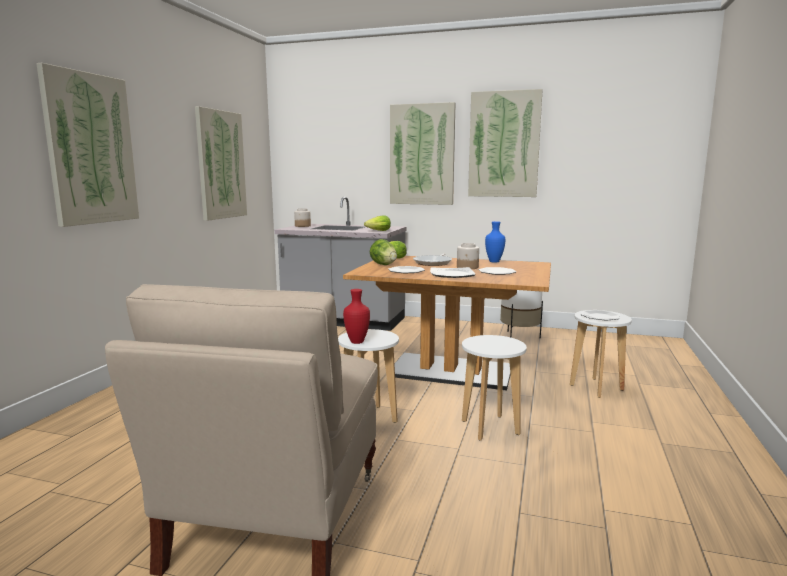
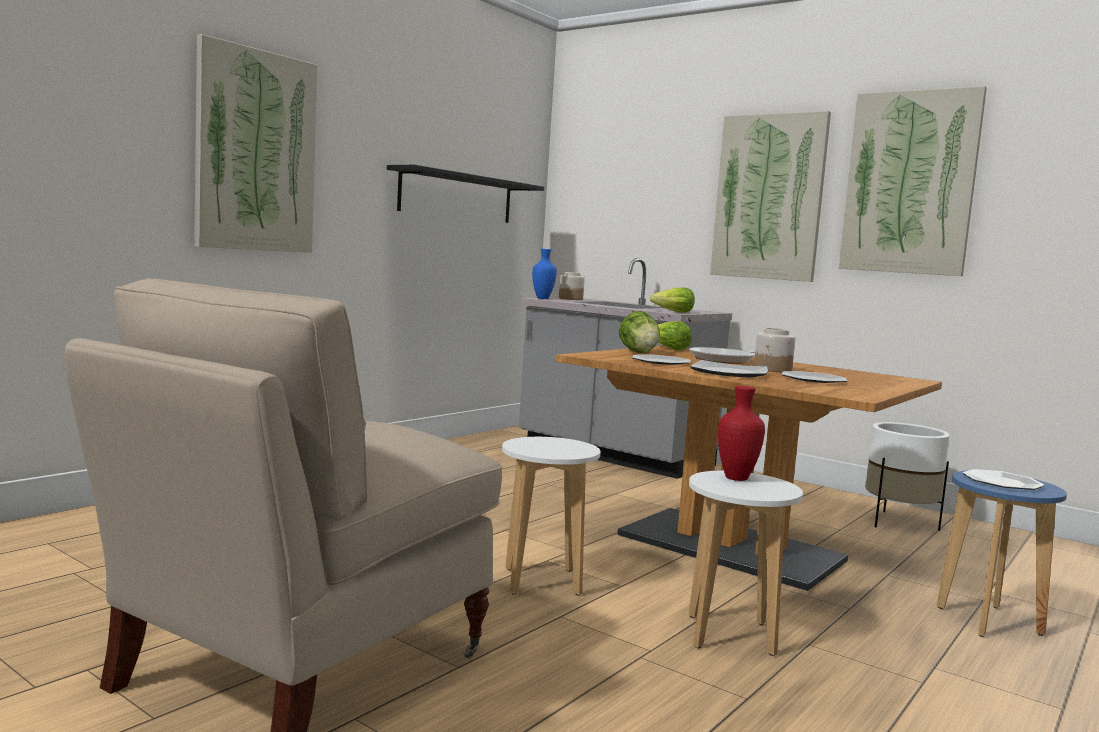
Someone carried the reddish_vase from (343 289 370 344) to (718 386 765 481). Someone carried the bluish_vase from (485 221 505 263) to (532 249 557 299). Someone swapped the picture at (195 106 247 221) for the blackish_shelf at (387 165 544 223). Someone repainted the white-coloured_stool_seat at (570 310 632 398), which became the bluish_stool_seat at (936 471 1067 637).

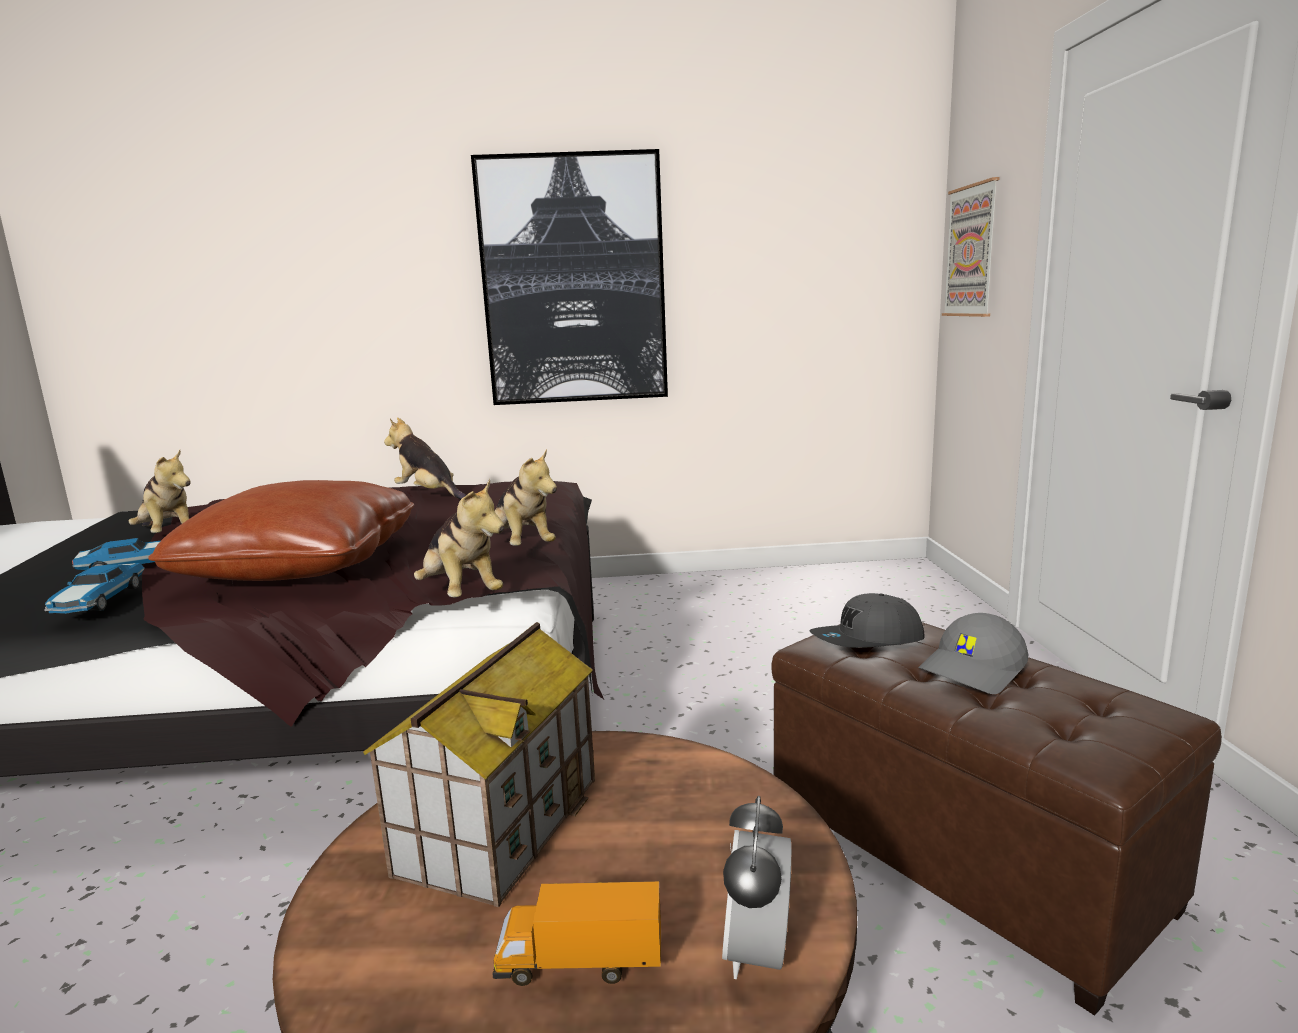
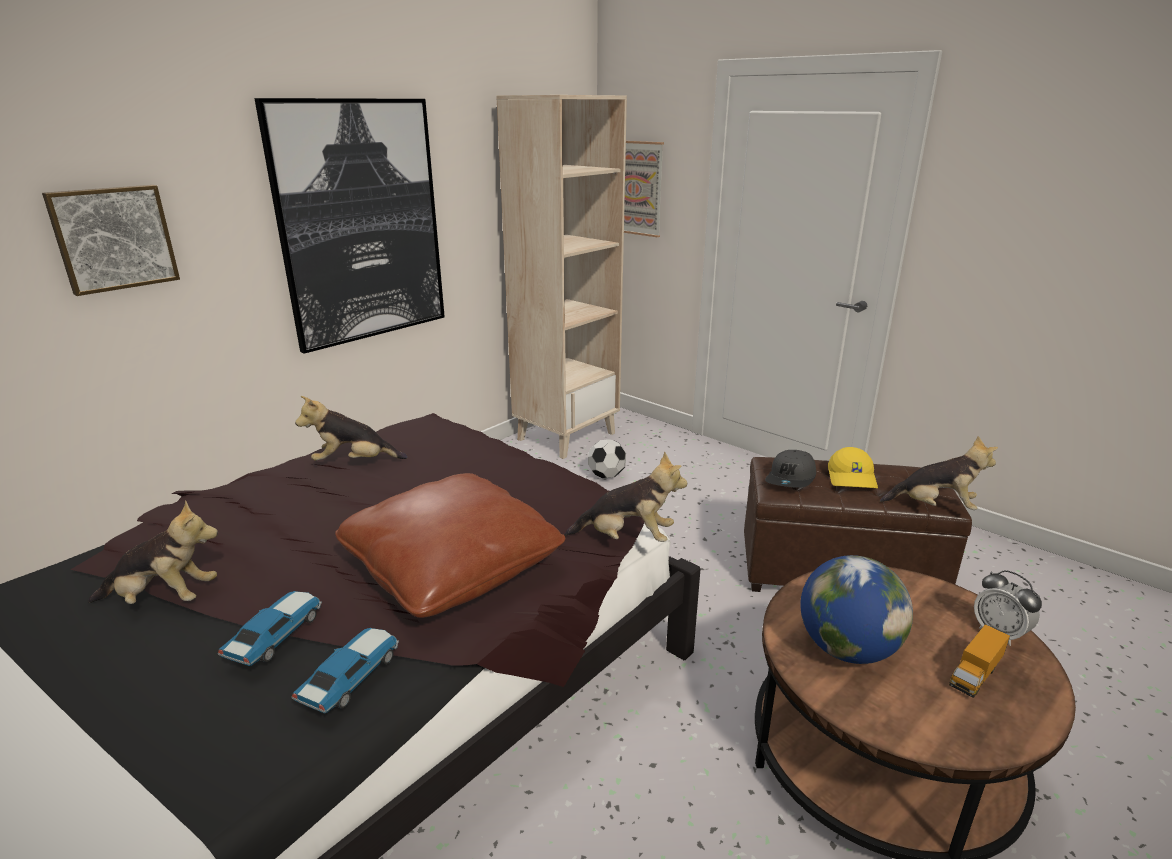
Someone put up the picture at (42 185 180 296). Someone put down the sand-coloured_bookcase at (496 95 627 459). Someone put down the ball_for_football at (588 439 626 478). Someone carried the plush_toy from (495 449 557 546) to (880 436 998 510). Someone swapped the miniature_house at (363 622 595 907) for the desk_globe at (800 555 913 664). Someone repainted the grey_cap at (918 613 1029 694), which became the yellowish_cap at (828 447 878 488). Someone rotated the miniature_car at (44 563 145 614) by 105 degrees counterclockwise.

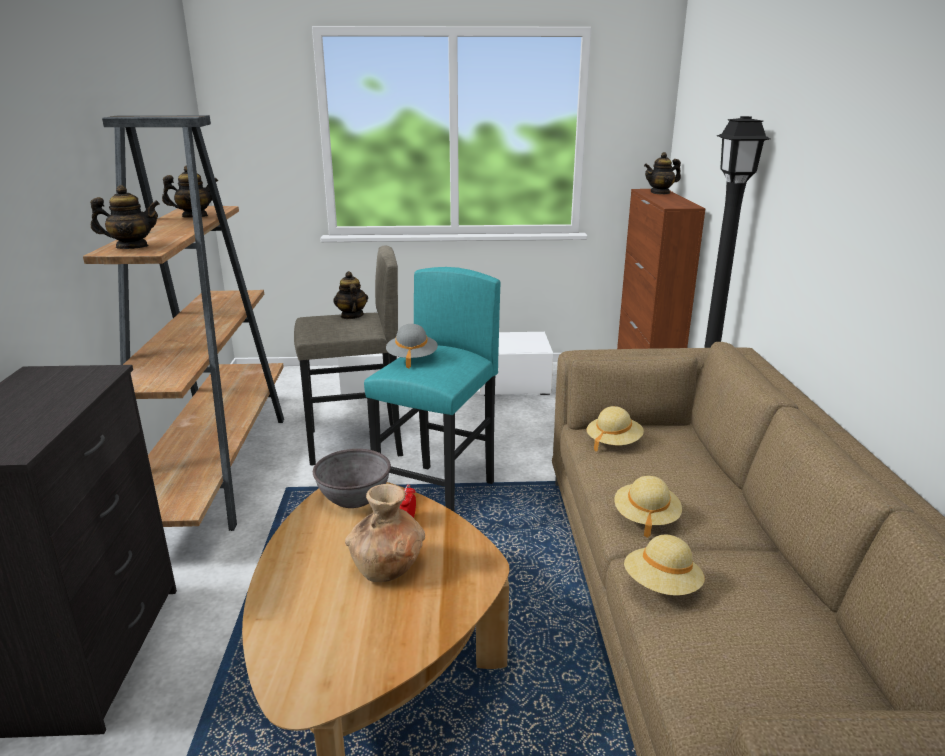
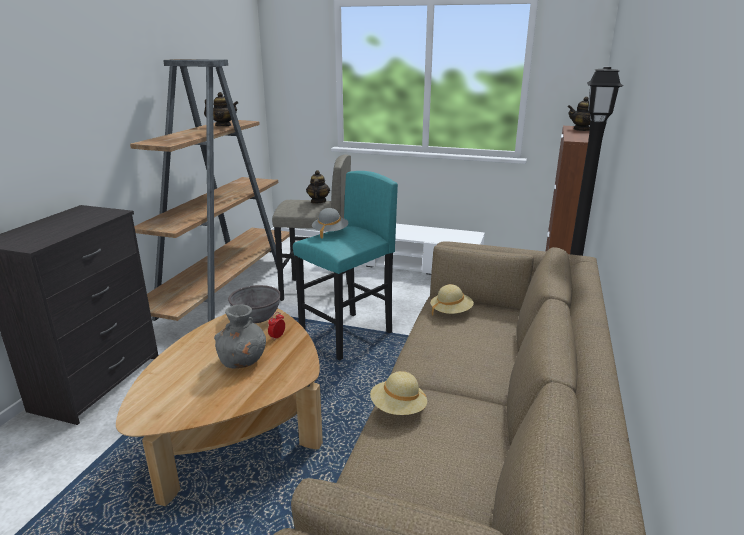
Someone took away the tea_pot at (90 185 160 249). Someone took away the sand-coloured_wearable_hat at (614 476 682 538). Someone repainted the brownish_vase at (345 484 425 582), which became the grey_vase at (214 305 266 369).

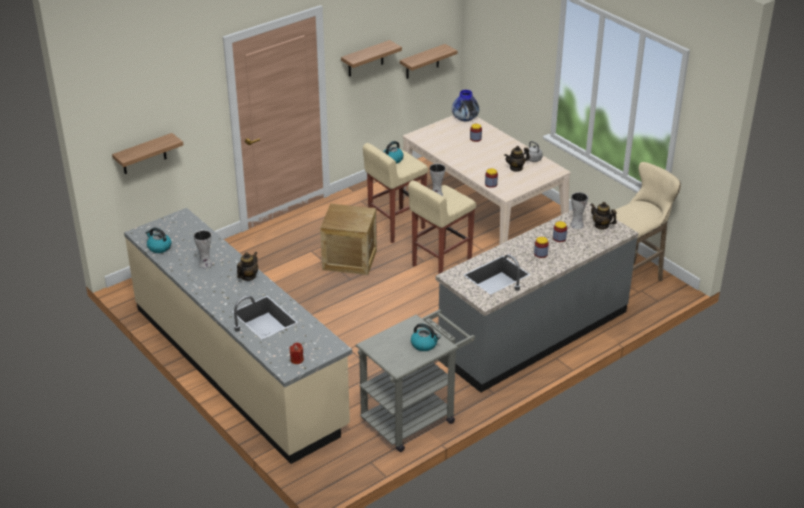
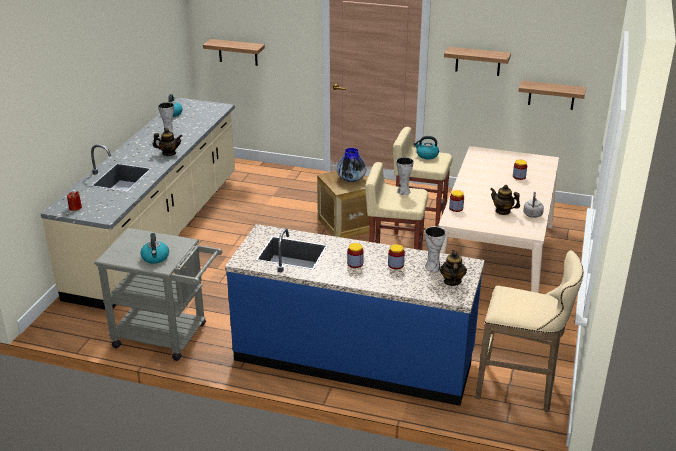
Someone carried the vase from (452 90 479 121) to (337 148 366 182). Someone repainted the grey_kitchen_base_unit at (436 202 639 393), which became the bluish_kitchen_base_unit at (225 224 485 406).

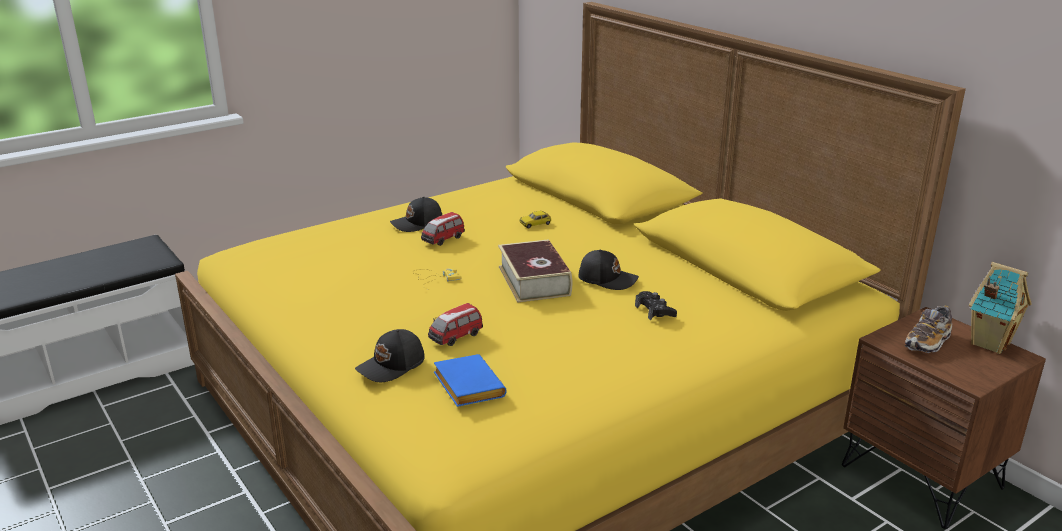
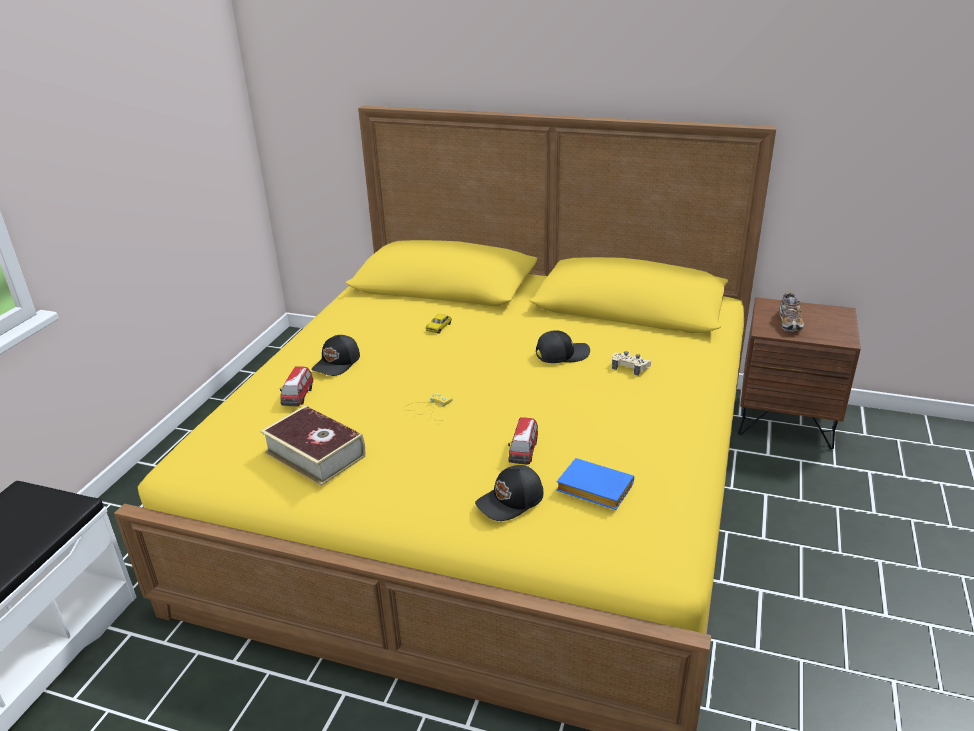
Someone took away the miniature_house at (969 262 1031 354). Someone carried the miniature_car from (421 212 465 246) to (280 366 313 406). Someone carried the book from (498 239 572 303) to (260 405 365 486). Someone repainted the blackish_gamepad at (635 291 677 320), which became the sand-coloured_gamepad at (612 351 651 375). Someone rotated the blackish_cap at (355 329 425 382) by 45 degrees clockwise.

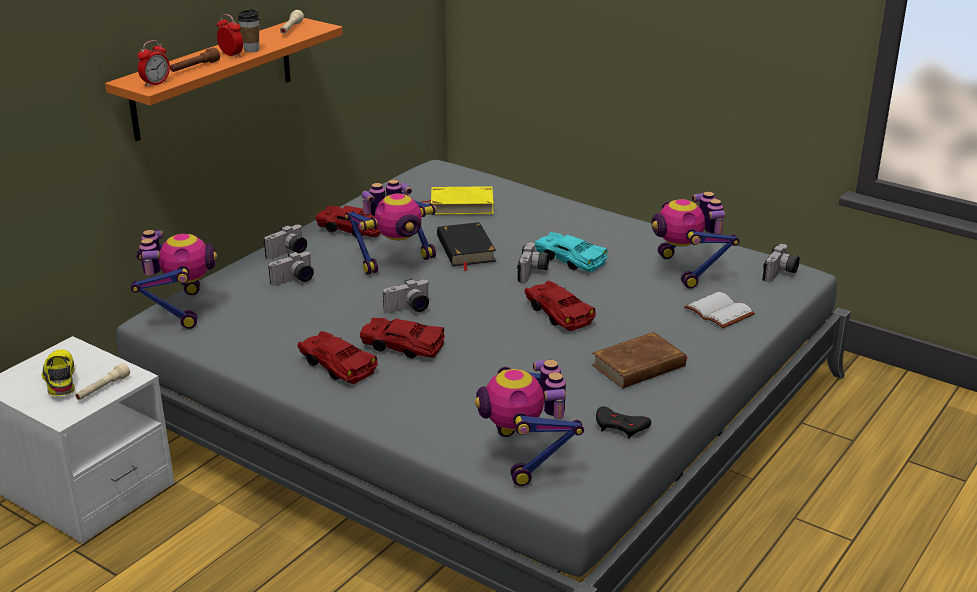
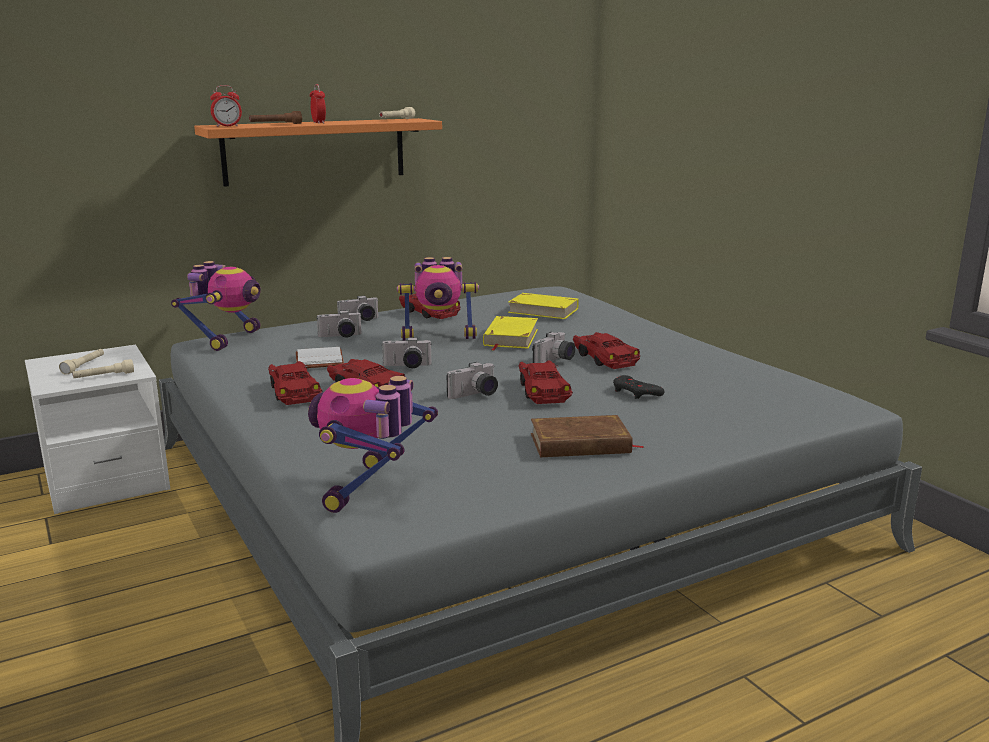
Someone took away the cup at (238 10 260 52). Someone took away the toy_robot at (652 192 740 289). Someone carried the blackish_gamepad from (596 406 651 438) to (613 375 664 399). Someone carried the white-coloured_book from (684 292 755 328) to (296 347 344 368). Someone carried the photo_camera from (762 244 800 282) to (446 362 498 399). Someone swapped the yellowish_low_shoe at (42 349 75 396) for the sand-coloured_hand_torch at (59 349 104 375). Someone repainted the blackish_book at (437 222 496 271), which became the yellowish_book at (483 316 538 351). Someone repainted the turquoise_miniature_car at (535 232 608 272), which became the reddish_miniature_car at (573 332 640 369).

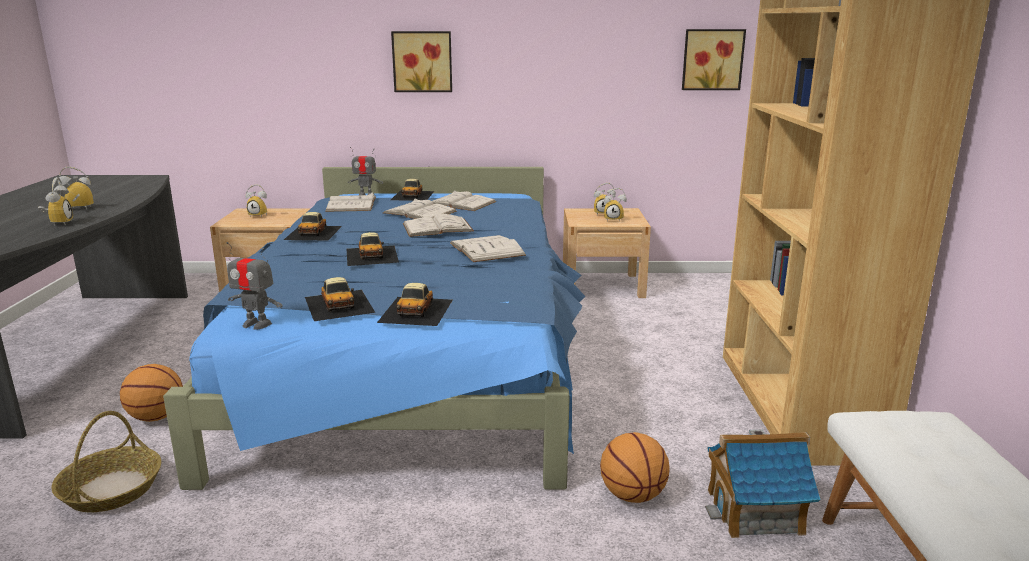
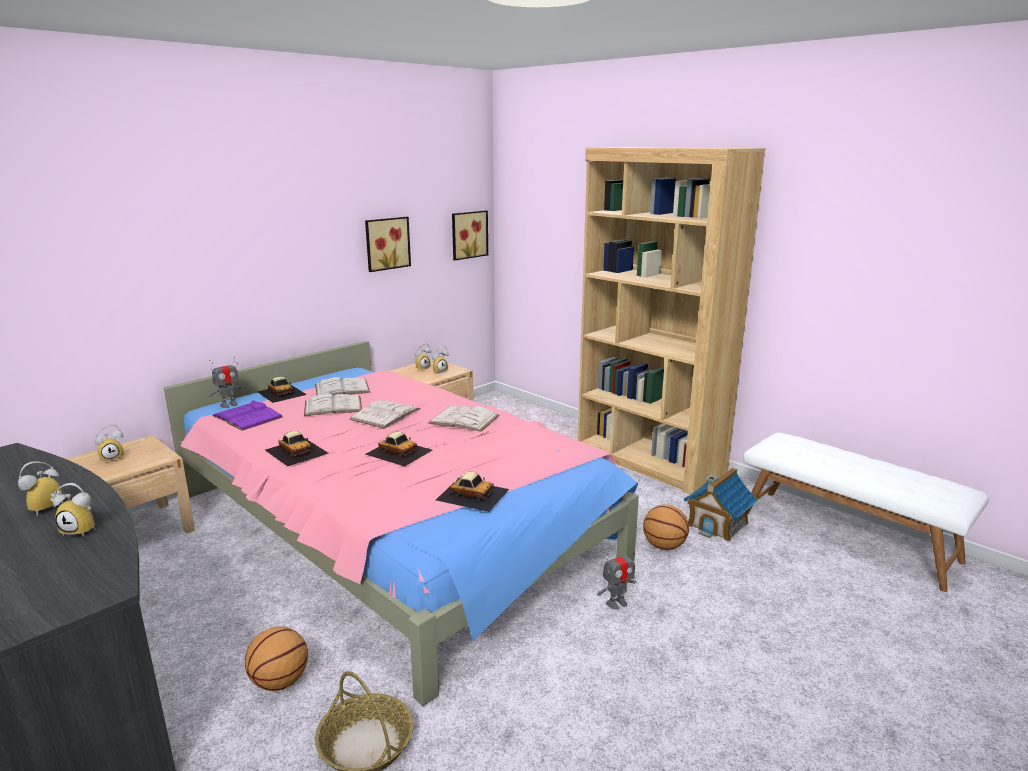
Someone took away the miniature_car at (377 283 453 326). Someone carried the toy_robot from (227 242 283 330) to (597 547 637 610). Someone carried the picture from (391 31 452 92) to (365 217 411 272). Someone repainted the bluish_bed at (163 167 585 490), which became the pinkish_bed at (164 341 639 706). Someone repainted the white-coloured_book at (325 193 376 212), which became the purplish_book at (212 400 283 431). Someone rotated the bedside_clock at (38 177 73 226) by 150 degrees clockwise.

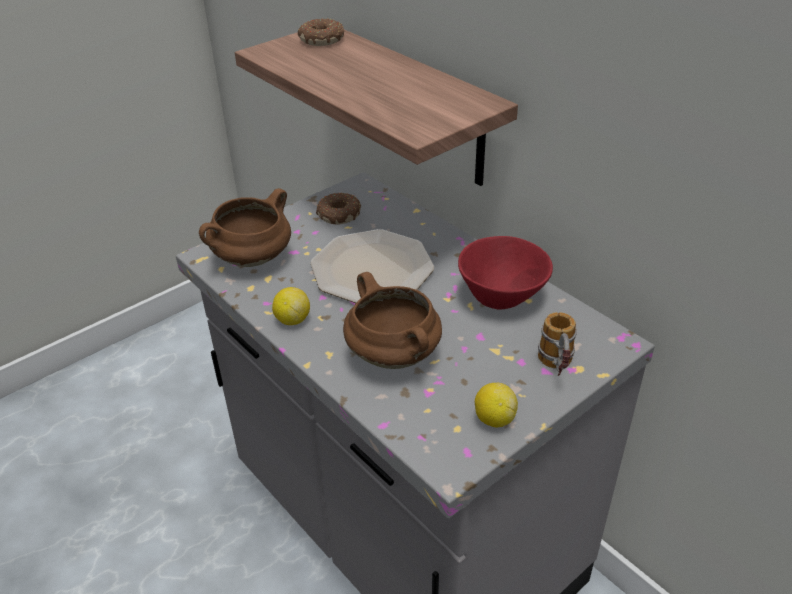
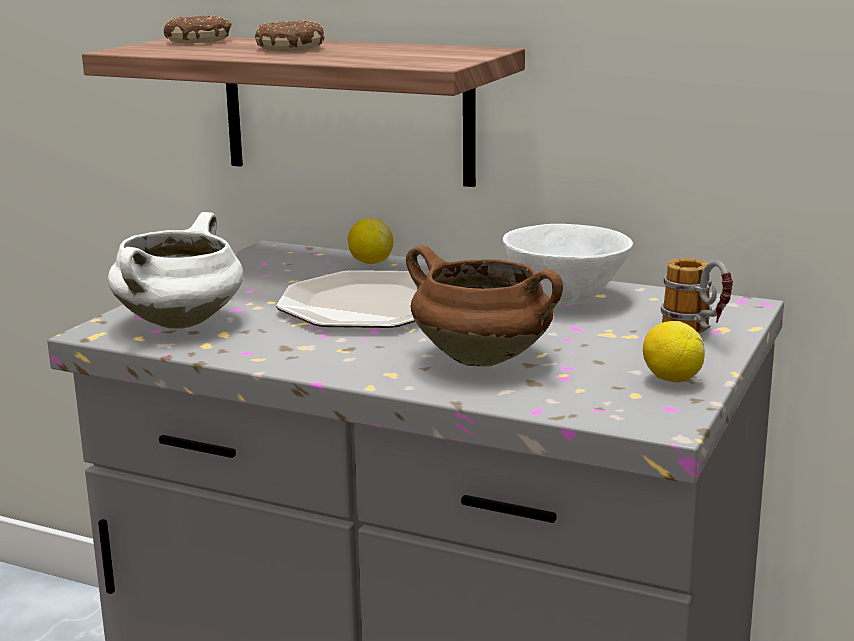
Someone carried the lemon from (272 287 310 325) to (348 218 393 264). Someone carried the donut from (316 192 361 224) to (255 20 324 51). Someone repainted the brownish_saucepot at (199 188 291 267), which became the white-coloured_saucepot at (108 212 244 329). Someone repainted the reddish_deep_dish at (458 236 553 310), which became the white-coloured_deep_dish at (503 224 633 305).

